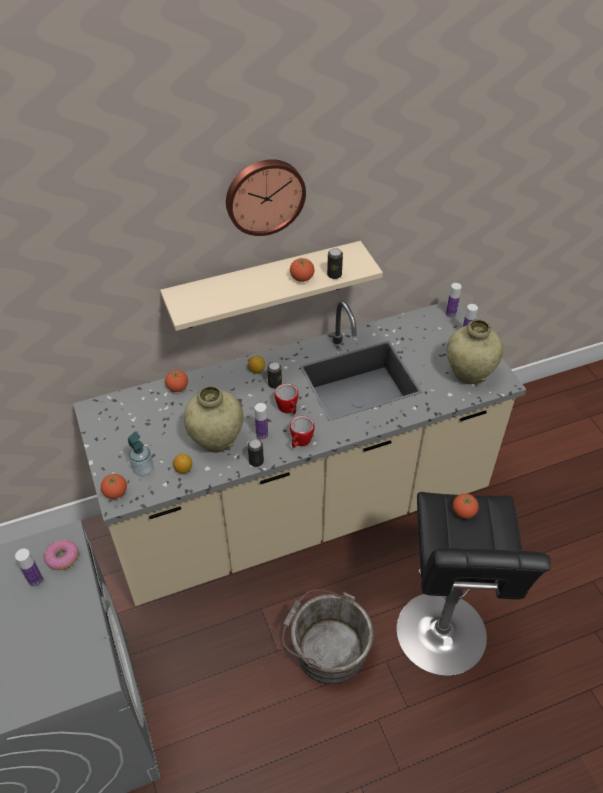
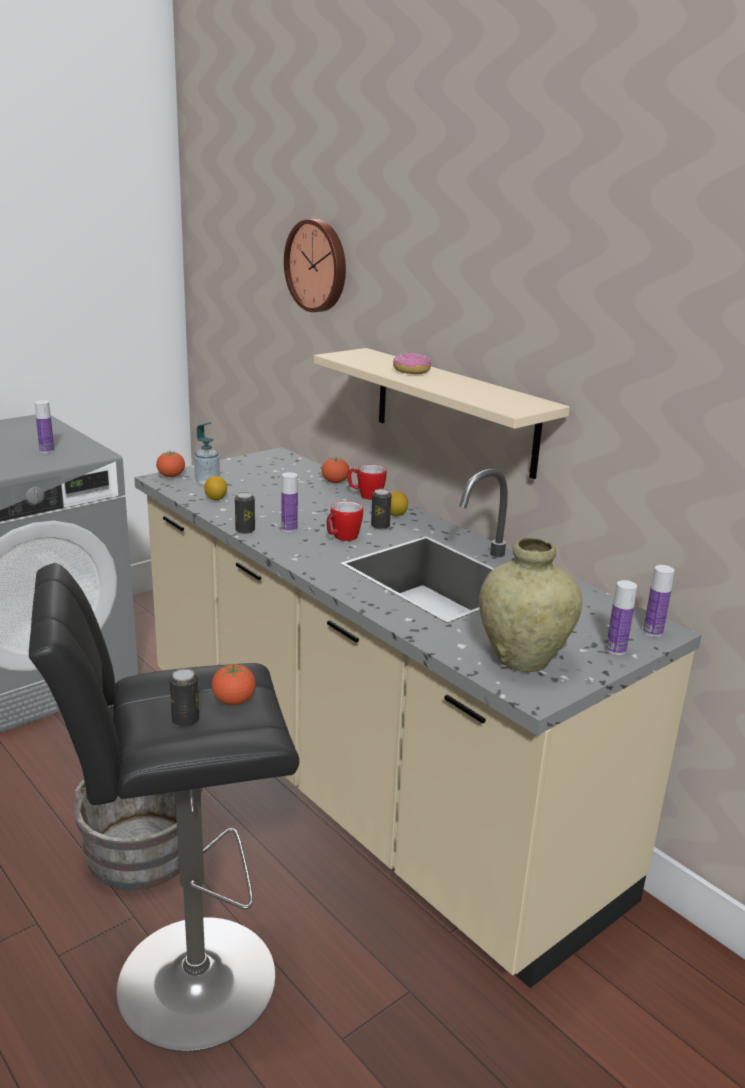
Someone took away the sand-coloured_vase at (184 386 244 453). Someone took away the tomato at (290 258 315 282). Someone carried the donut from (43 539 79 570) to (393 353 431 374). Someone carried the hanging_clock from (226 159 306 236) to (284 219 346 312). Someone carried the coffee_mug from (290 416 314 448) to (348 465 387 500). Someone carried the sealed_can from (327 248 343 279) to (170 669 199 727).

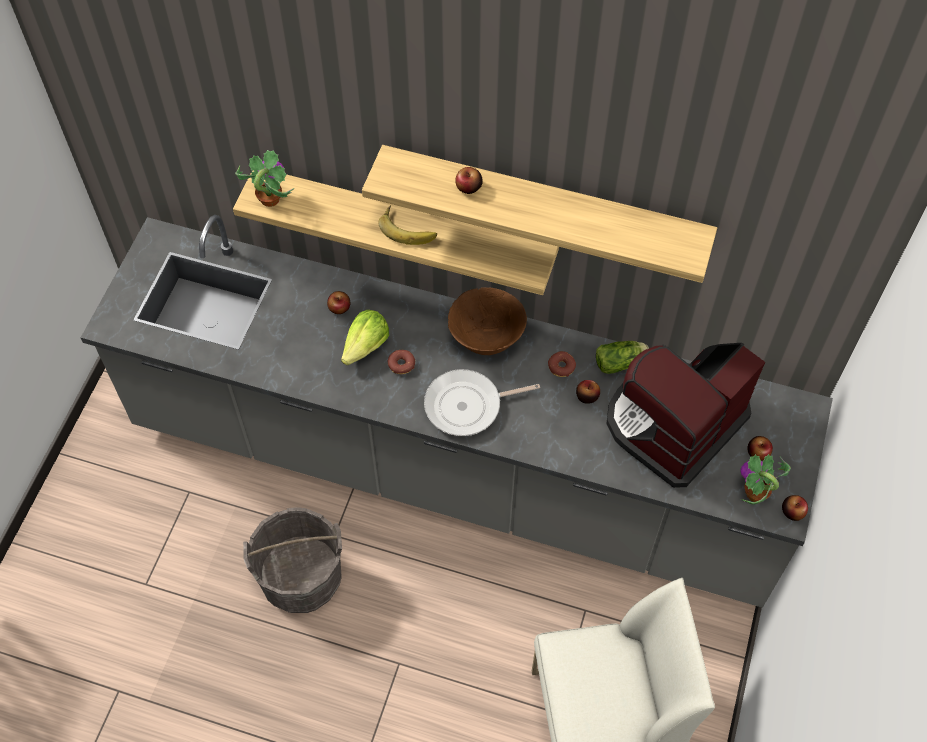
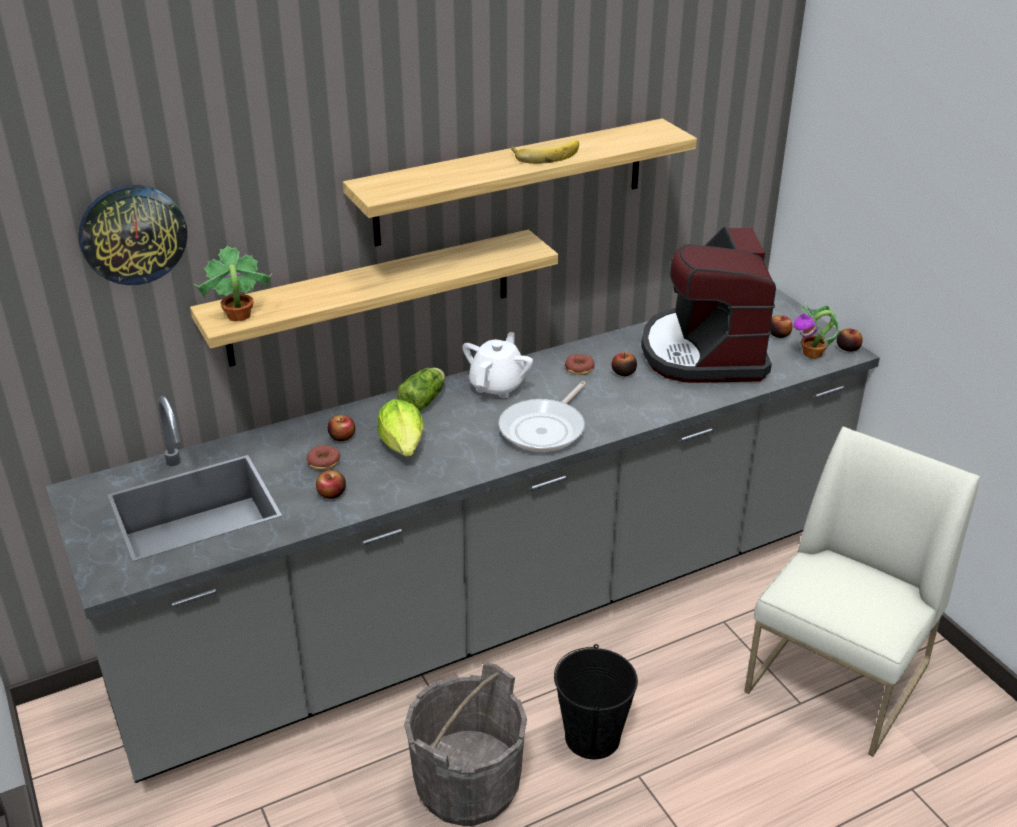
Someone put up the hanging_clock at (79 185 187 285). Someone put down the blackish_pail at (554 644 638 759). Someone carried the whole_banana from (378 205 437 245) to (511 140 579 164). Someone carried the donut from (387 350 415 374) to (307 445 340 470). Someone carried the apple from (455 167 483 194) to (316 470 346 499). Someone carried the head_of_lettuce from (596 341 649 374) to (397 368 445 411). Someone swapped the brownish_deep_dish at (448 287 527 355) for the white-coloured_tea_pot at (462 332 533 398).

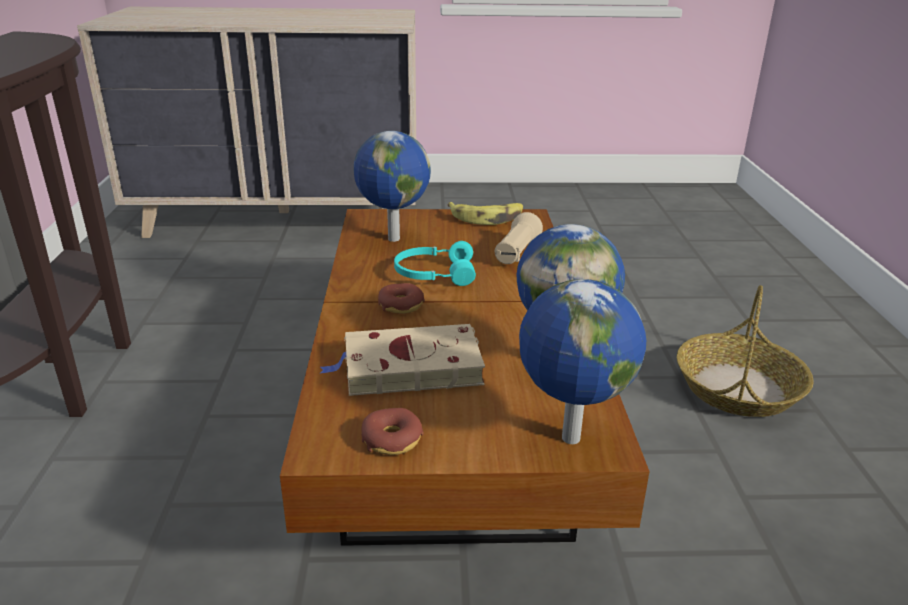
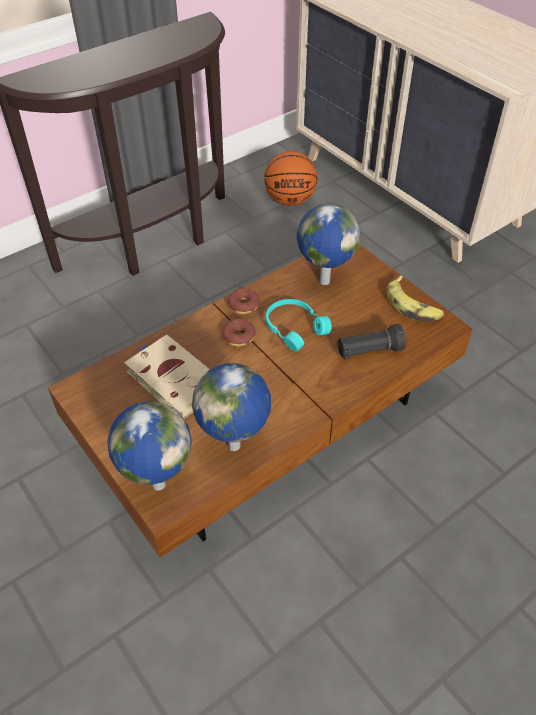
Someone took away the basket at (677 285 814 417). Someone put down the ball_for_basketball at (264 151 317 206). Someone carried the donut from (361 408 424 455) to (227 288 260 314). Someone repainted the sand-coloured_hand_torch at (495 212 543 264), which became the blackish_hand_torch at (337 324 406 360).

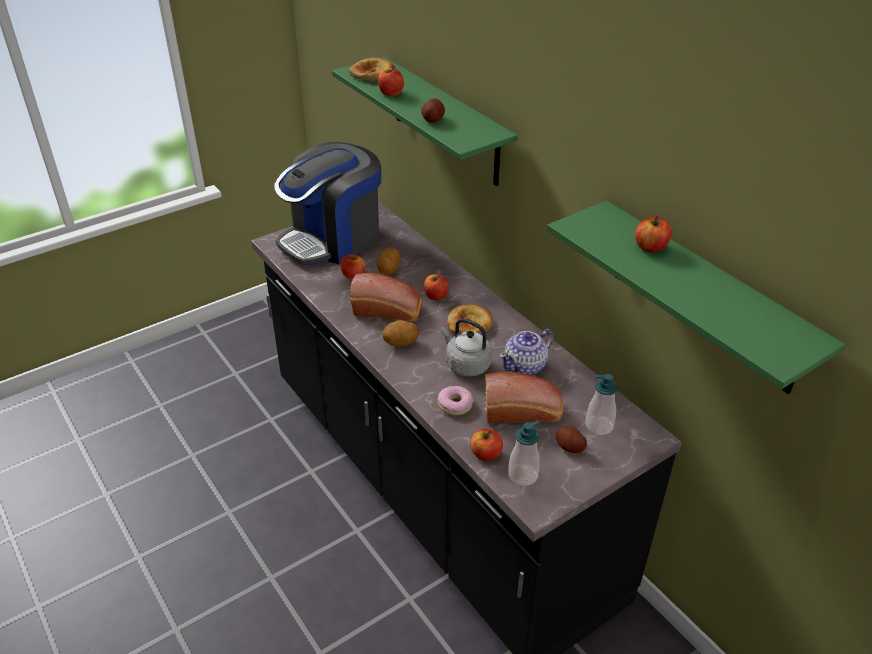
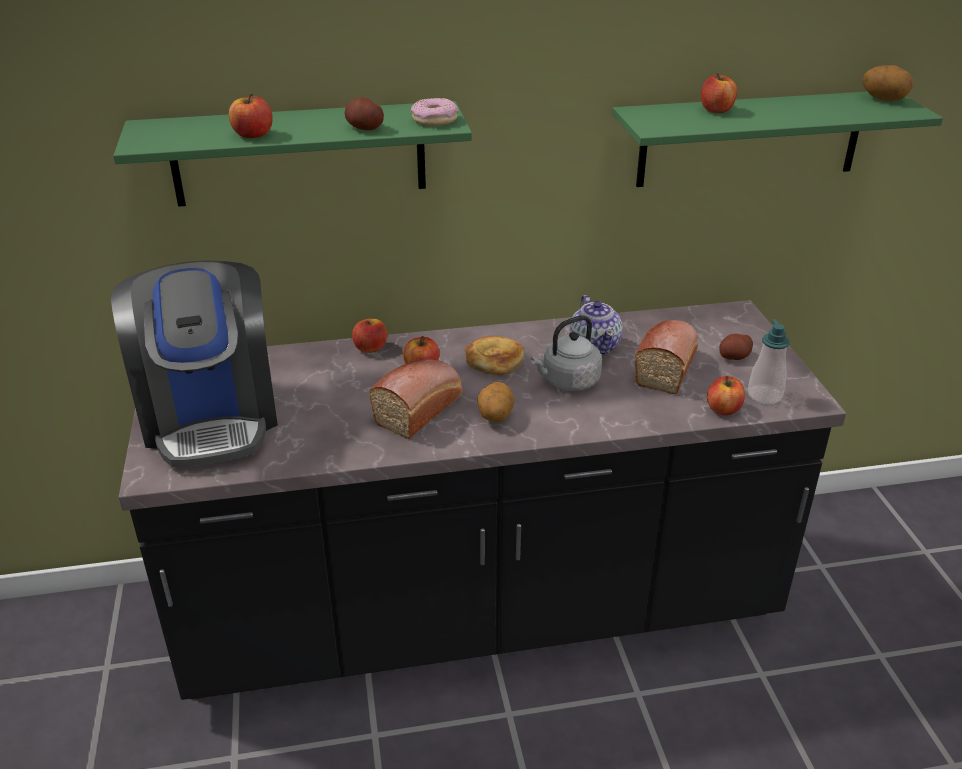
Someone took away the bakery_bread at (349 58 395 81). Someone took away the soap_dispenser at (585 374 618 435). Someone carried the apple from (341 254 365 279) to (352 319 387 353). Someone carried the whole_potato from (376 248 400 275) to (862 65 914 101). Someone carried the donut from (438 386 473 415) to (411 98 458 126).

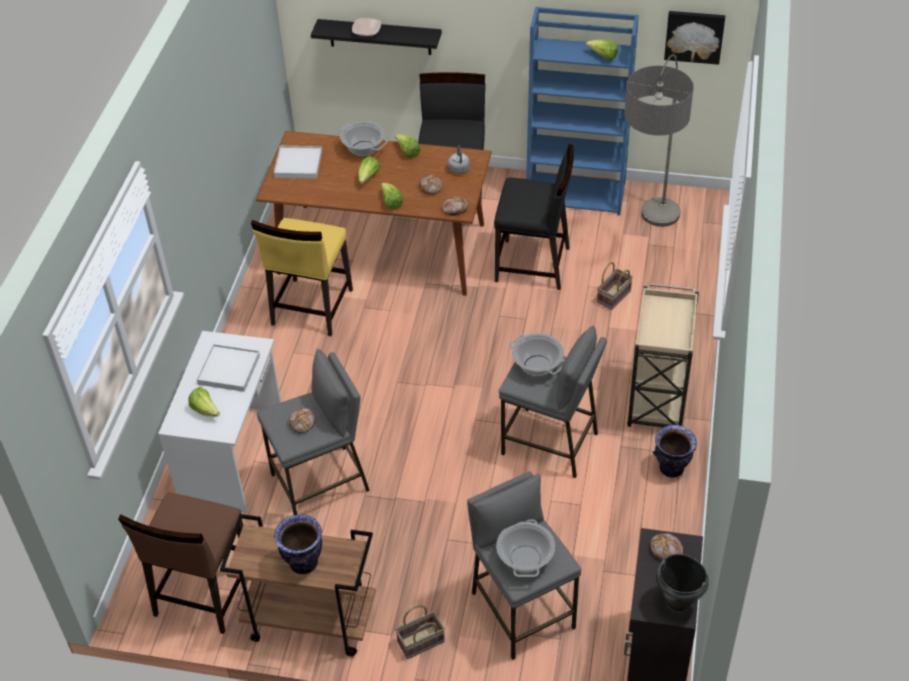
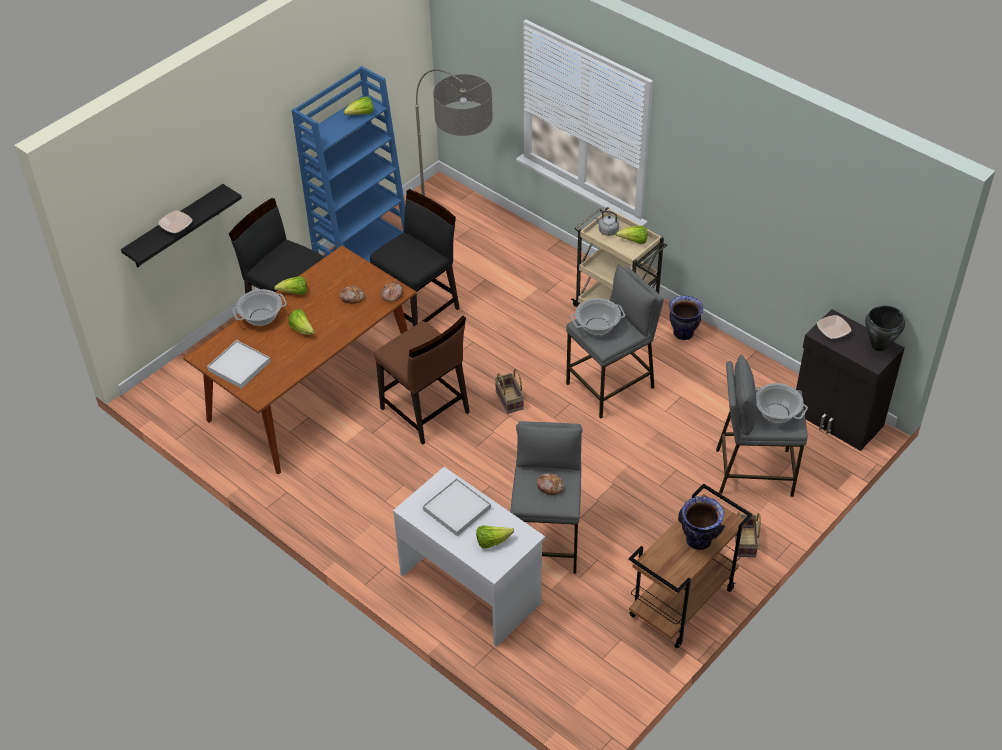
Someone took away the yellowish_chair at (251 218 353 336). Someone took away the picture at (664 11 725 65). Someone carried the brownish_chair from (118 492 243 634) to (374 316 470 445). Someone carried the head_of_lettuce from (381 183 403 210) to (616 226 647 244). Someone carried the grey_water_kettle from (448 145 470 174) to (594 210 619 236). Someone carried the basket from (597 262 633 310) to (495 369 524 414). Someone swapped the bakery_bread at (650 533 683 561) for the deep_dish at (817 315 852 339).

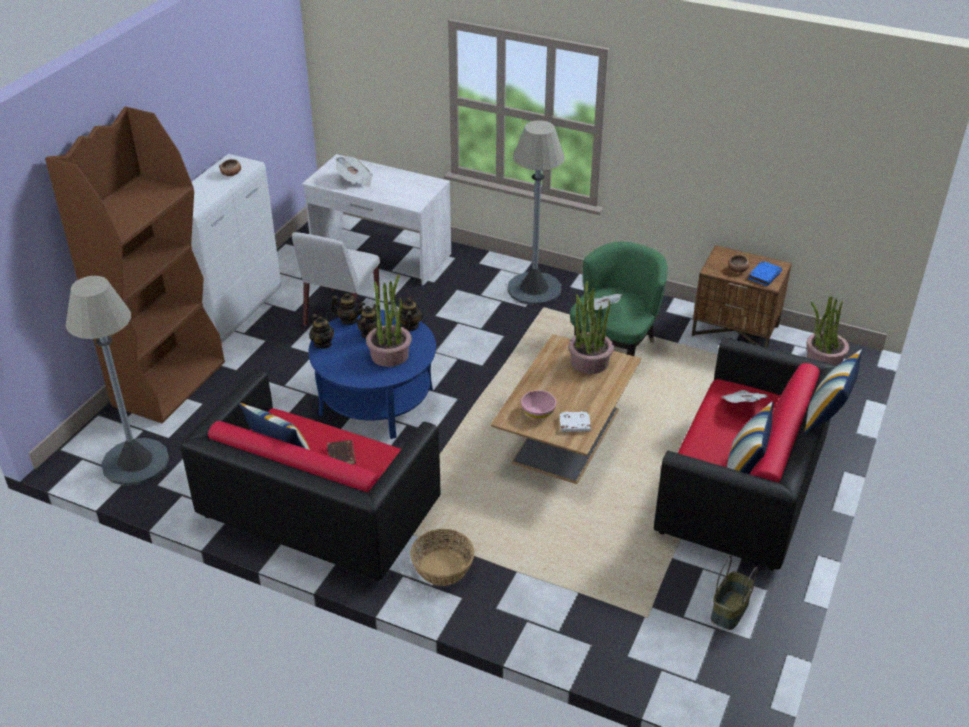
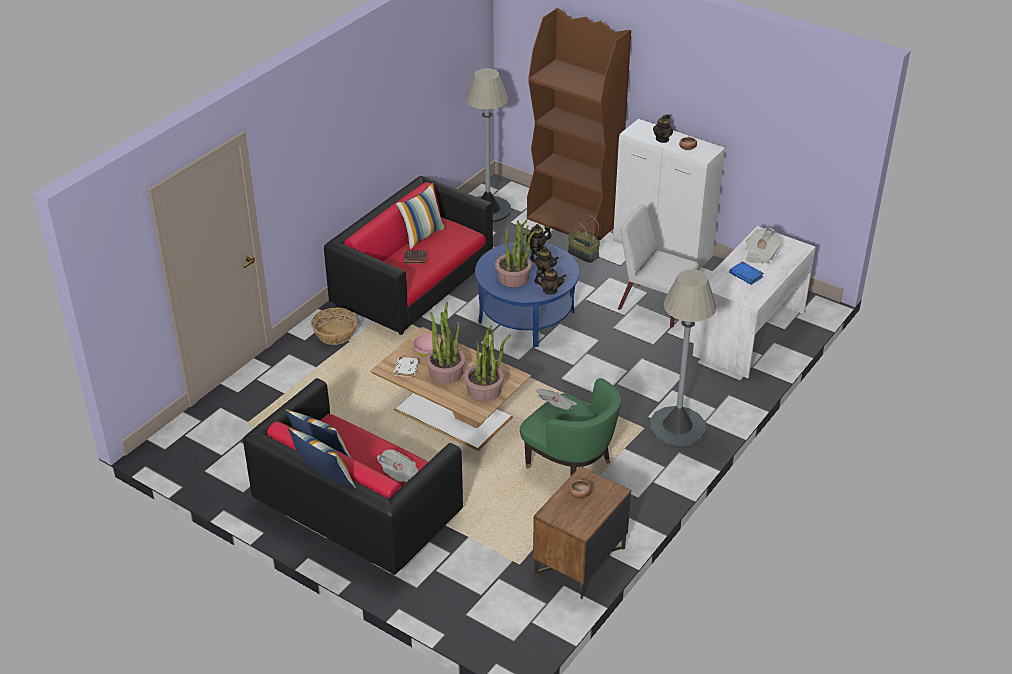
Someone carried the tea_pot from (330 293 365 325) to (653 114 673 143). Someone carried the basket from (711 555 758 630) to (568 215 600 263). Someone carried the bluish_book from (748 261 782 286) to (729 261 764 285). Someone carried the houseplant from (807 296 849 366) to (426 302 466 384).

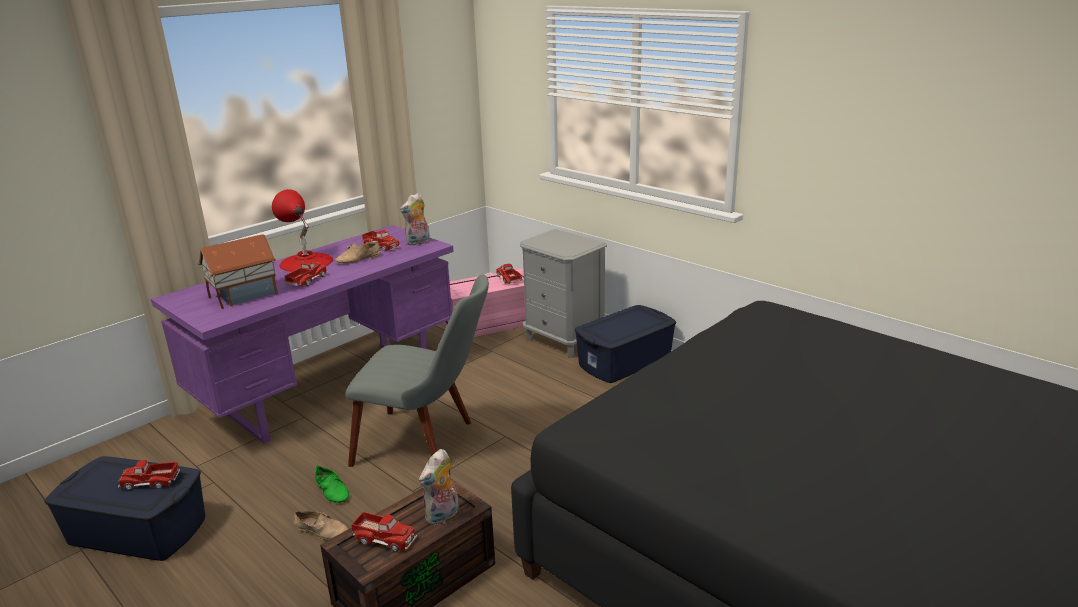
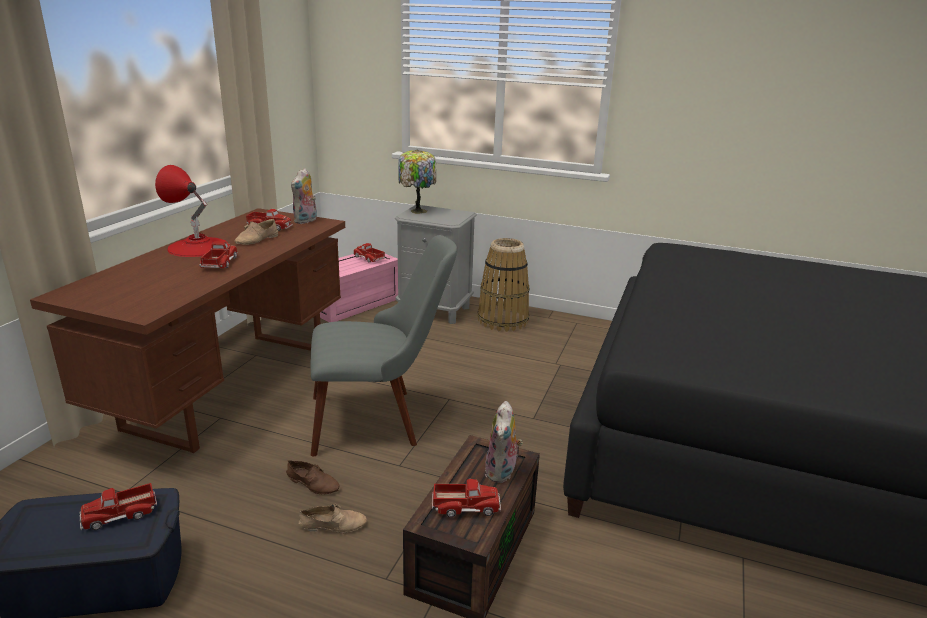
Someone took away the miniature_house at (198 234 278 309). Someone put down the table_lamp at (398 150 436 214). Someone swapped the bluish_storage_container at (574 305 676 383) for the basket at (478 238 529 332). Someone repainted the purplish_desk_table at (151 225 454 444), which became the brownish_desk_table at (30 208 345 453). Someone repainted the greenish_low_shoe at (315 466 349 503), which became the brownish_low_shoe at (286 460 340 494).

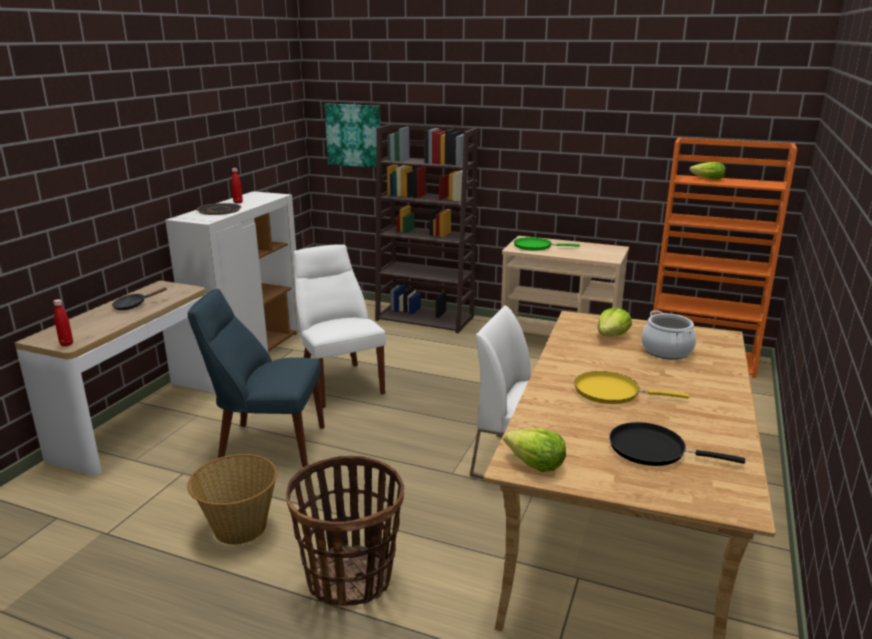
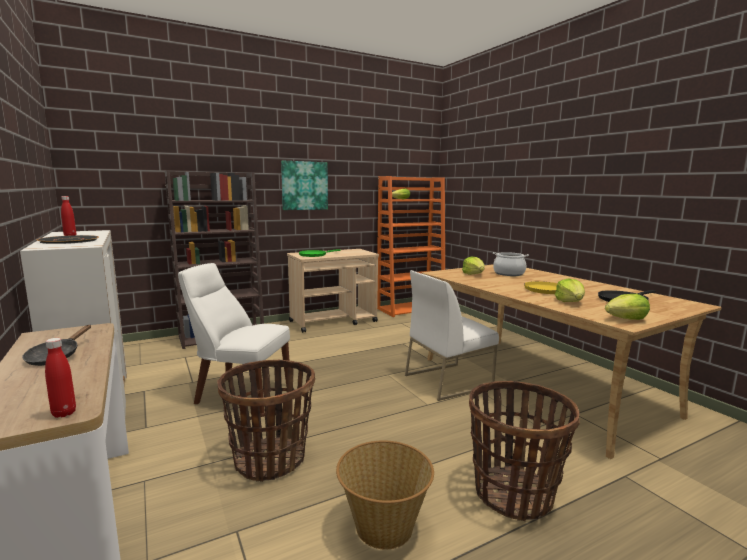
Someone put down the head_of_lettuce at (555 278 585 302). Someone carried the picture from (324 104 381 168) to (281 161 328 210). Someone swapped the bluish_chair at (188 289 325 467) for the basket at (217 360 315 482).

